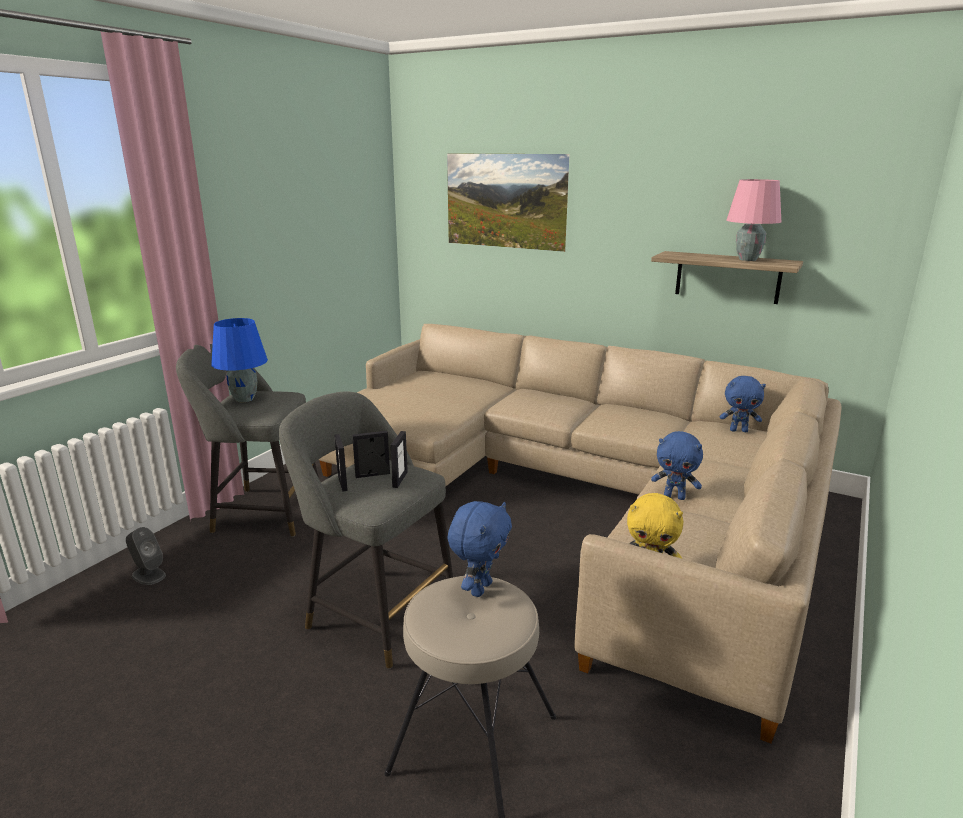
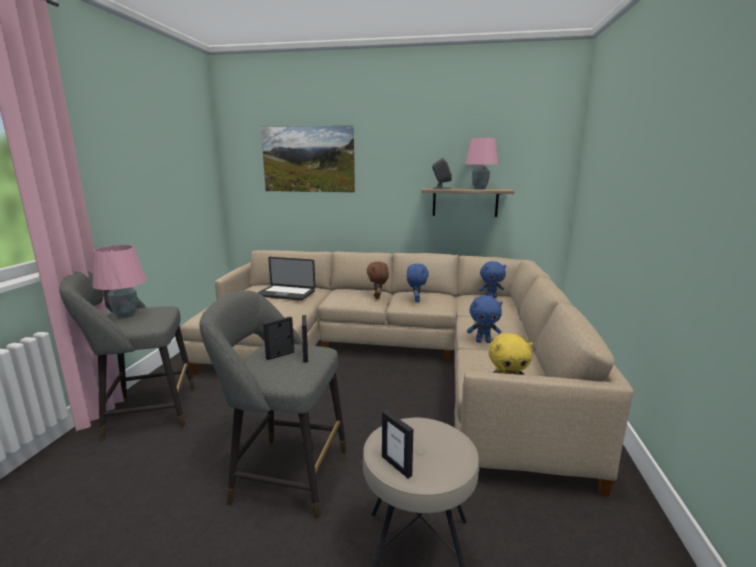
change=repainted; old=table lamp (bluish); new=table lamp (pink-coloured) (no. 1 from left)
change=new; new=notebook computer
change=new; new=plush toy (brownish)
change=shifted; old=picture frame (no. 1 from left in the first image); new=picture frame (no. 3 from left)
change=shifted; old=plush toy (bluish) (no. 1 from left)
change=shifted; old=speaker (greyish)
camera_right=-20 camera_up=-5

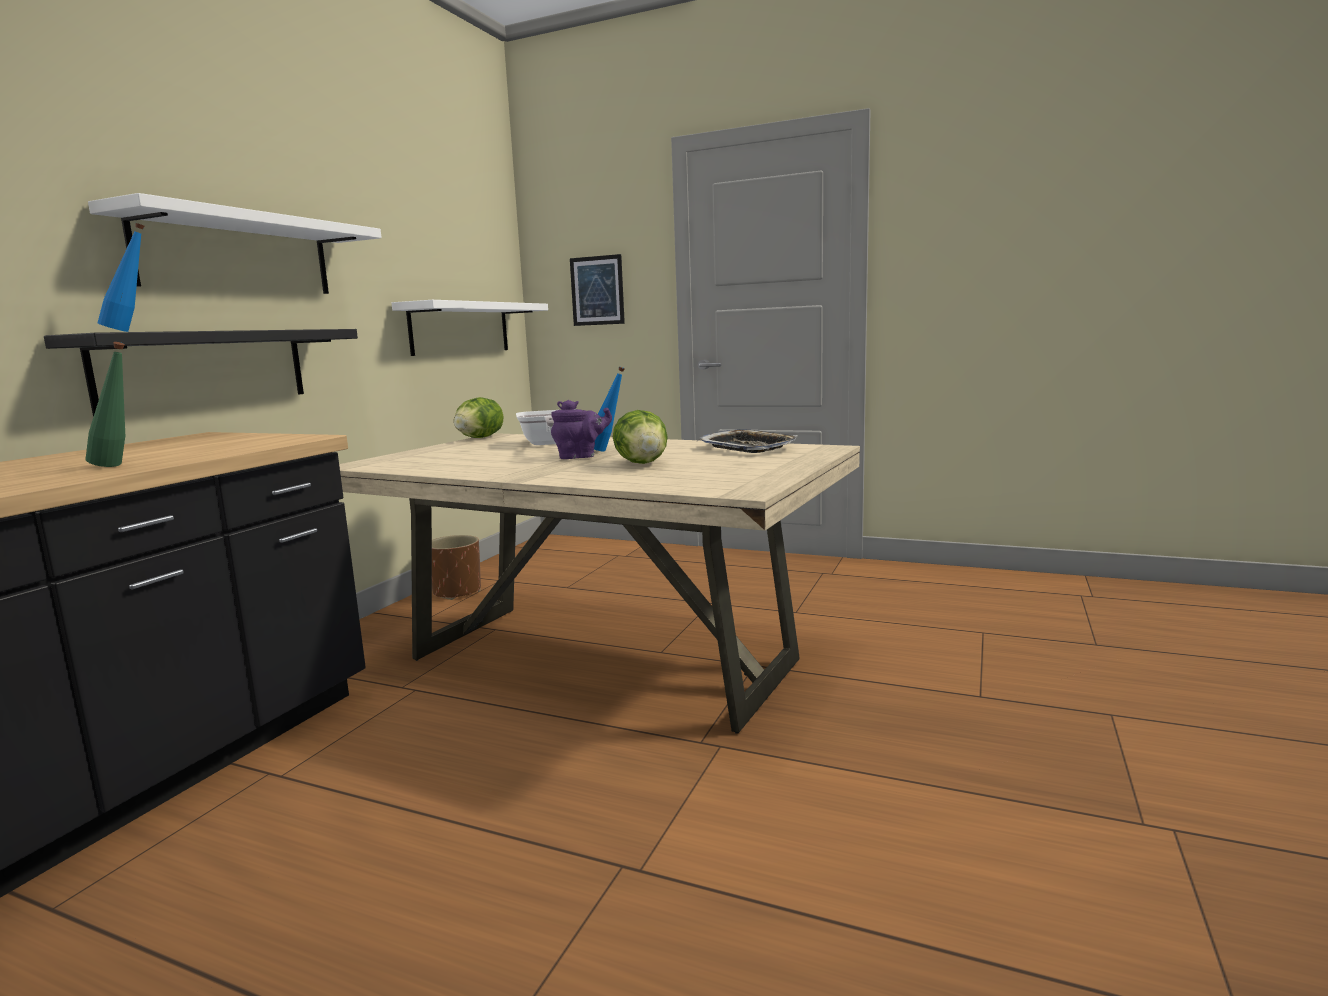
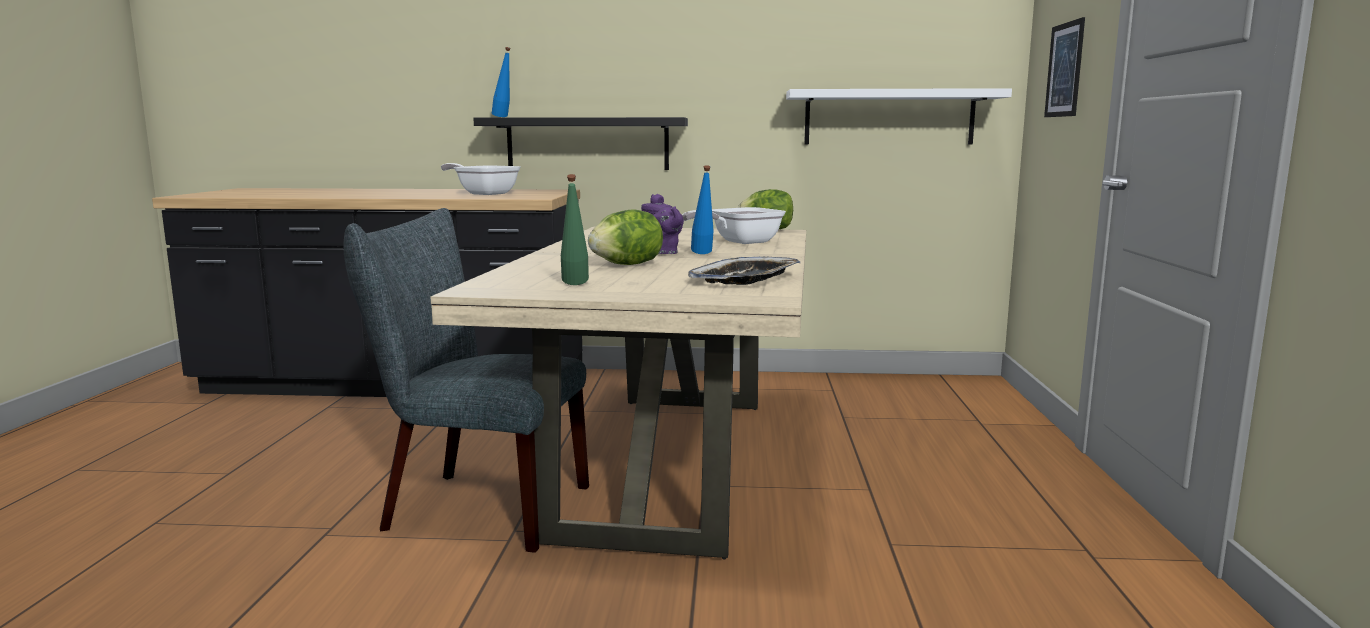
change=new; new=upright chair (greyish)
change=new; new=skillet (no. 1 from left)
change=shifted; old=bottle (green-coloured)
change=gone; old=shelf (whitish) (no. 1 from left)
change=gone; old=flower pot (brownish)
camera_right=70 camera_up=0

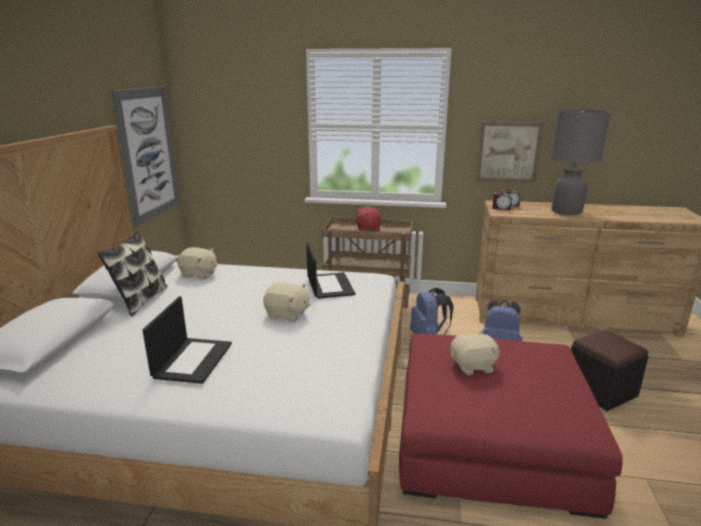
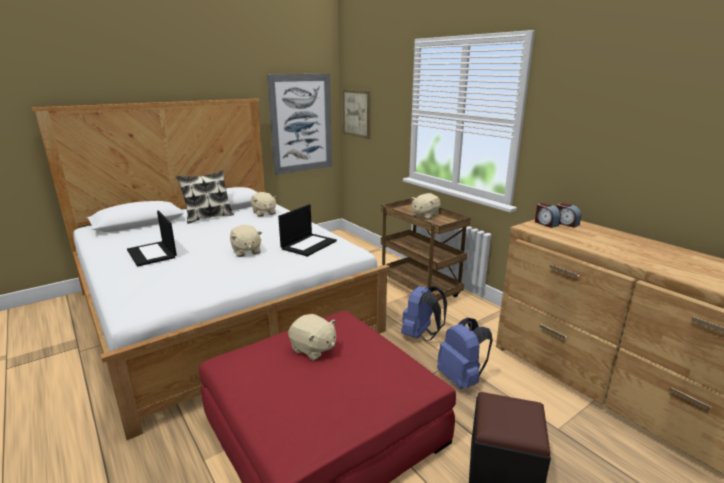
change=rotated; old=notebook computer (no. 1 from left); degrees=90
change=shifted; old=wall picture (no. 2 from left)
change=repainted; old=plush toy (red); new=plush toy (beige-coloured) (no. 4 from left)
change=gone; old=table lamp (greyish)
camera_right=45 camera_up=0

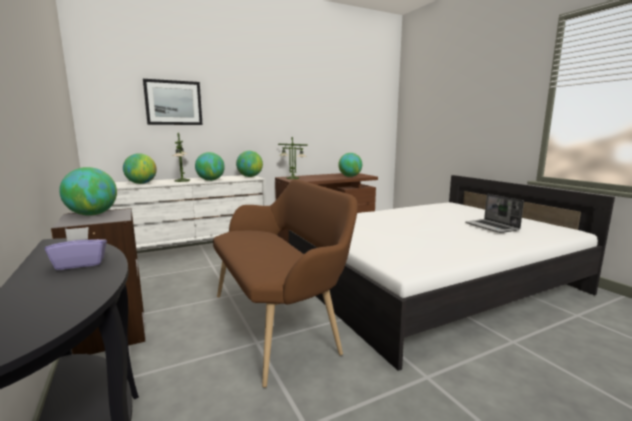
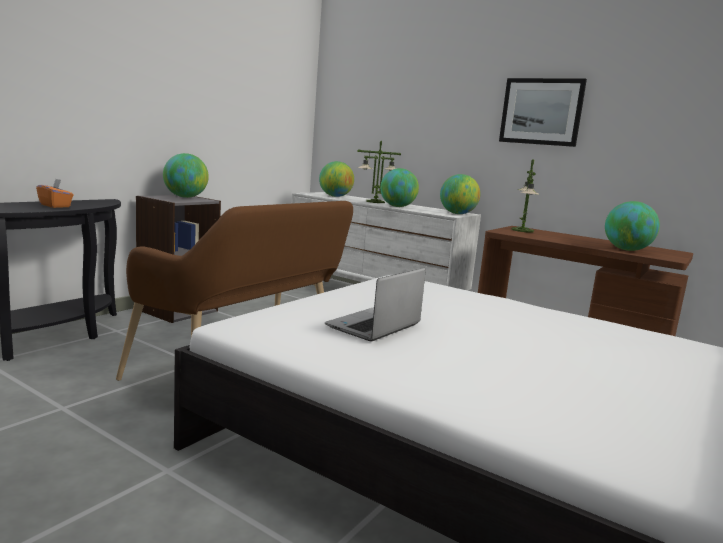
change=repainted; old=box of tissues (purple-coloured); new=box of tissues (orangey)
change=shifted; old=notebook computer
change=shifted; old=wall picture
camera_right=60 camera_up=0

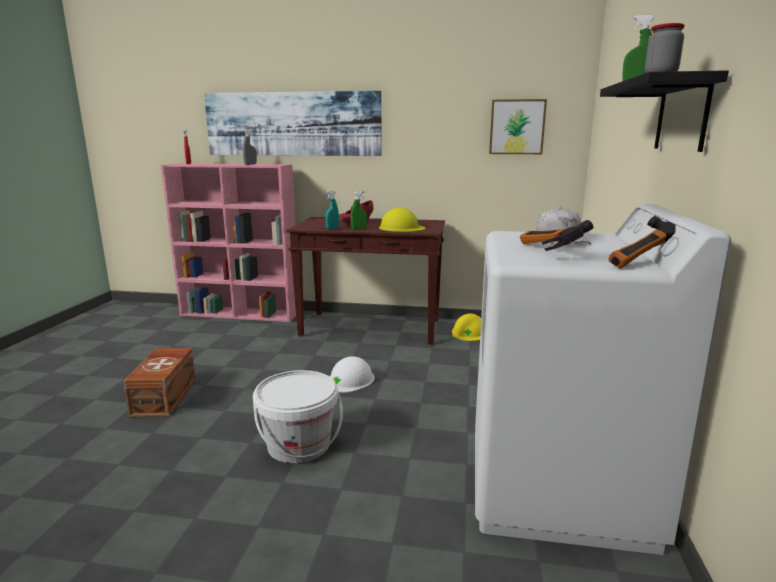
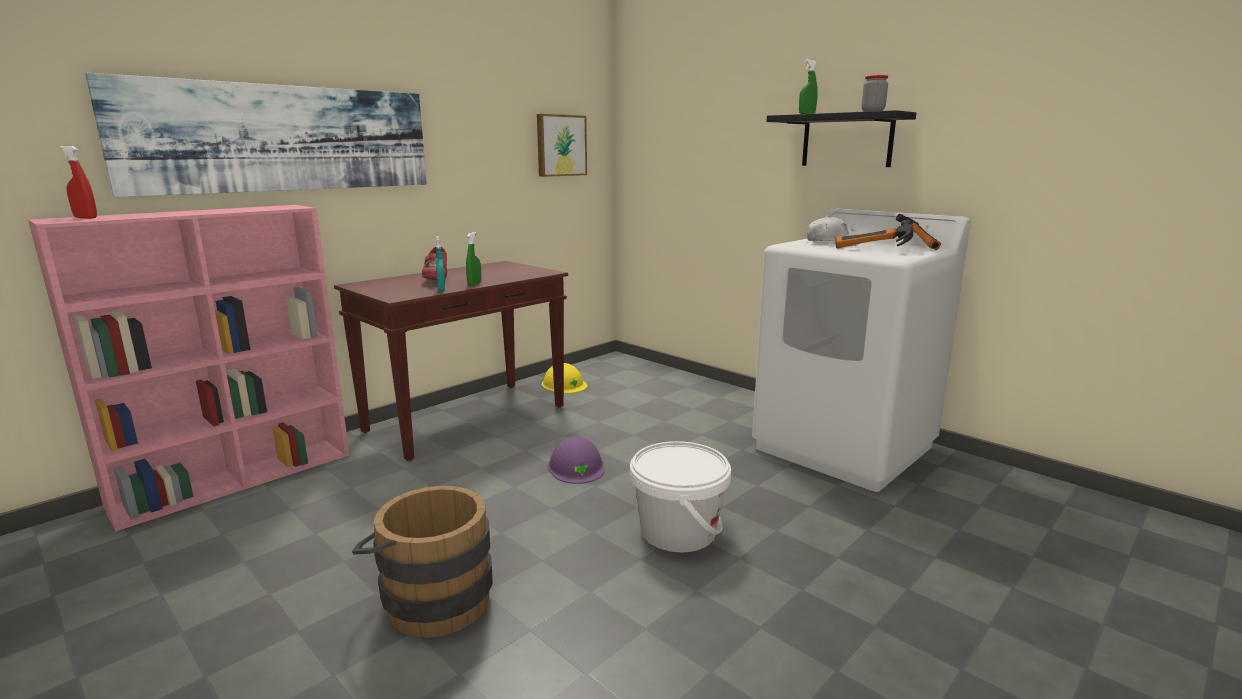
change=swapped; old=storage container (brownish); new=water bucket (brownish)
change=repainted; old=safety helmet (whitish); new=safety helmet (purple-coloured)
change=gone; old=spray bottle (greyish)
change=gone; old=safety helmet (yellow) (no. 1 from left)
camera_right=-55 camera_up=0

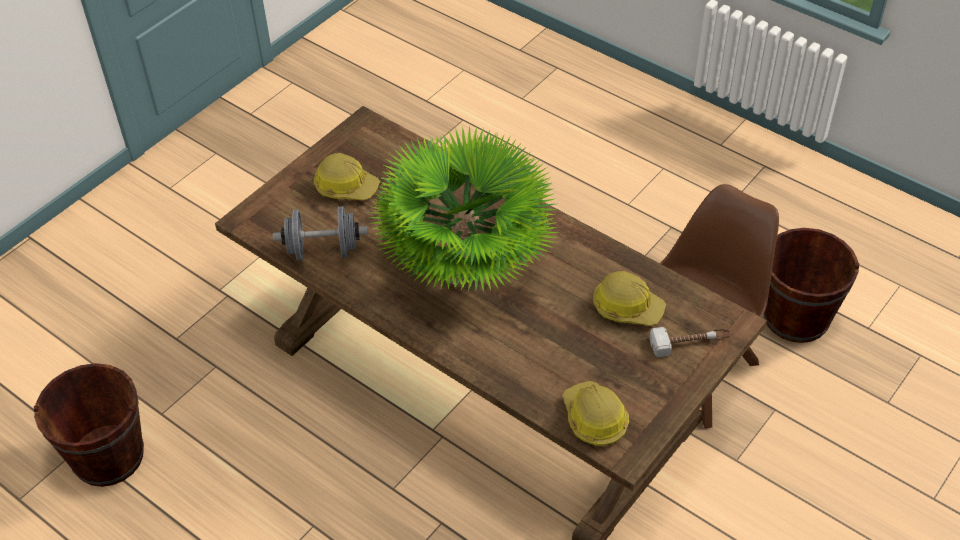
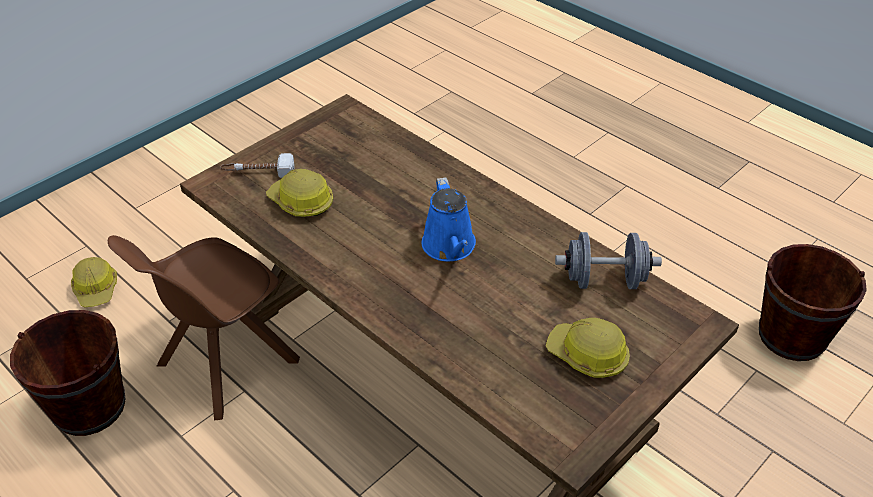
change=shifted; old=safety helmet (no. 2 from left in the first image); new=safety helmet (no. 1 from left)
change=swapped; old=plant in a pot; new=sprinkling can (bluish)
camera_right=-175 camera_up=-5

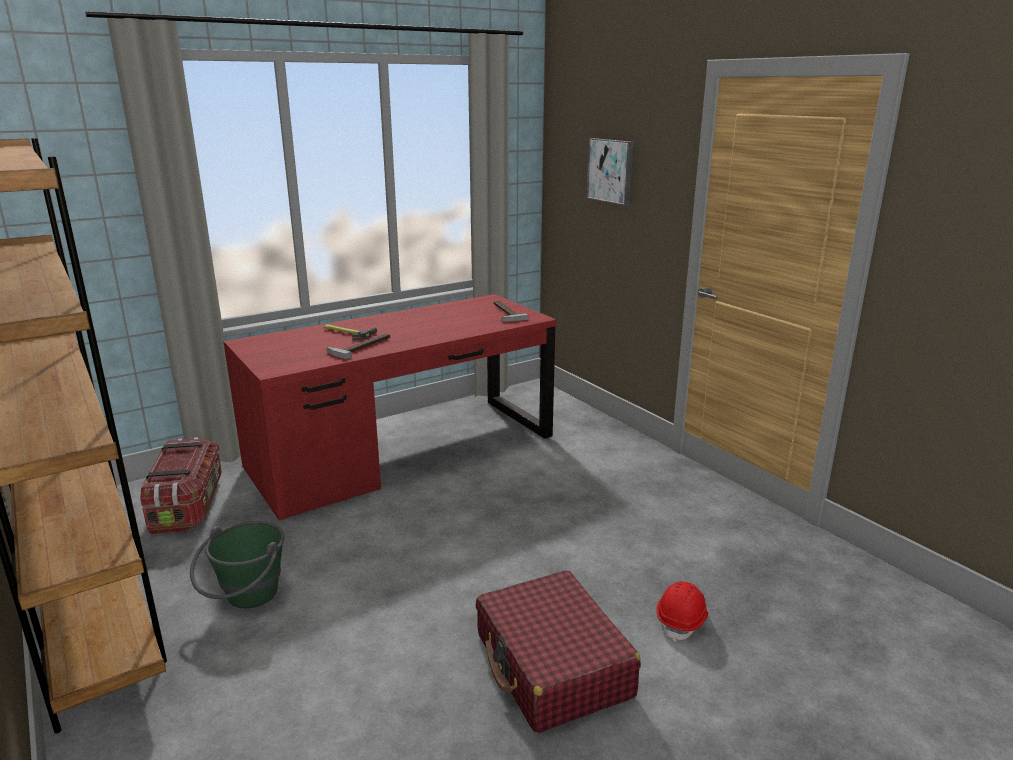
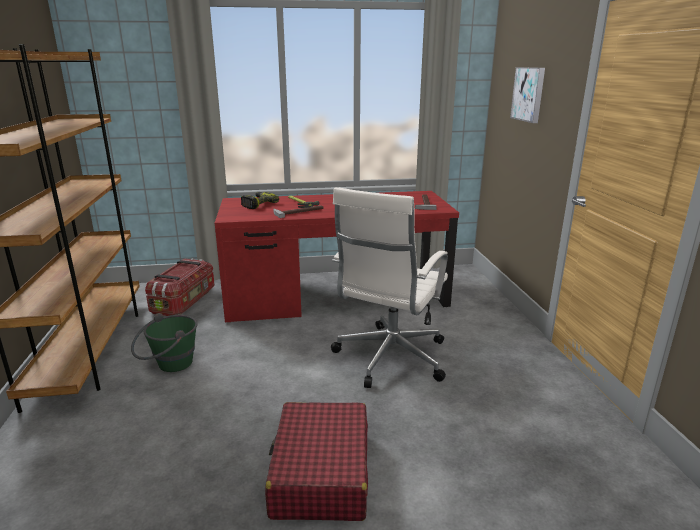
change=new; new=drill
change=new; new=office chair (whitish)
change=gone; old=safety helmet (red)
camera_right=25 camera_up=0

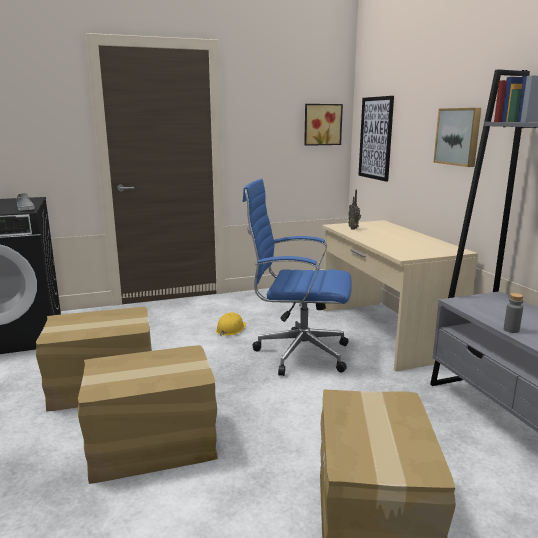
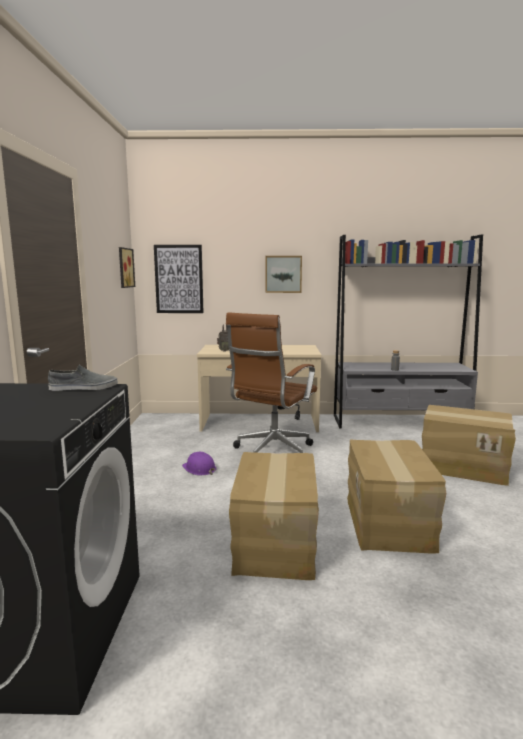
change=repainted; old=safety helmet (yellow); new=safety helmet (purple-coloured)
change=repainted; old=office chair (bluish); new=office chair (brownish)
camera_right=-70 camera_up=-5

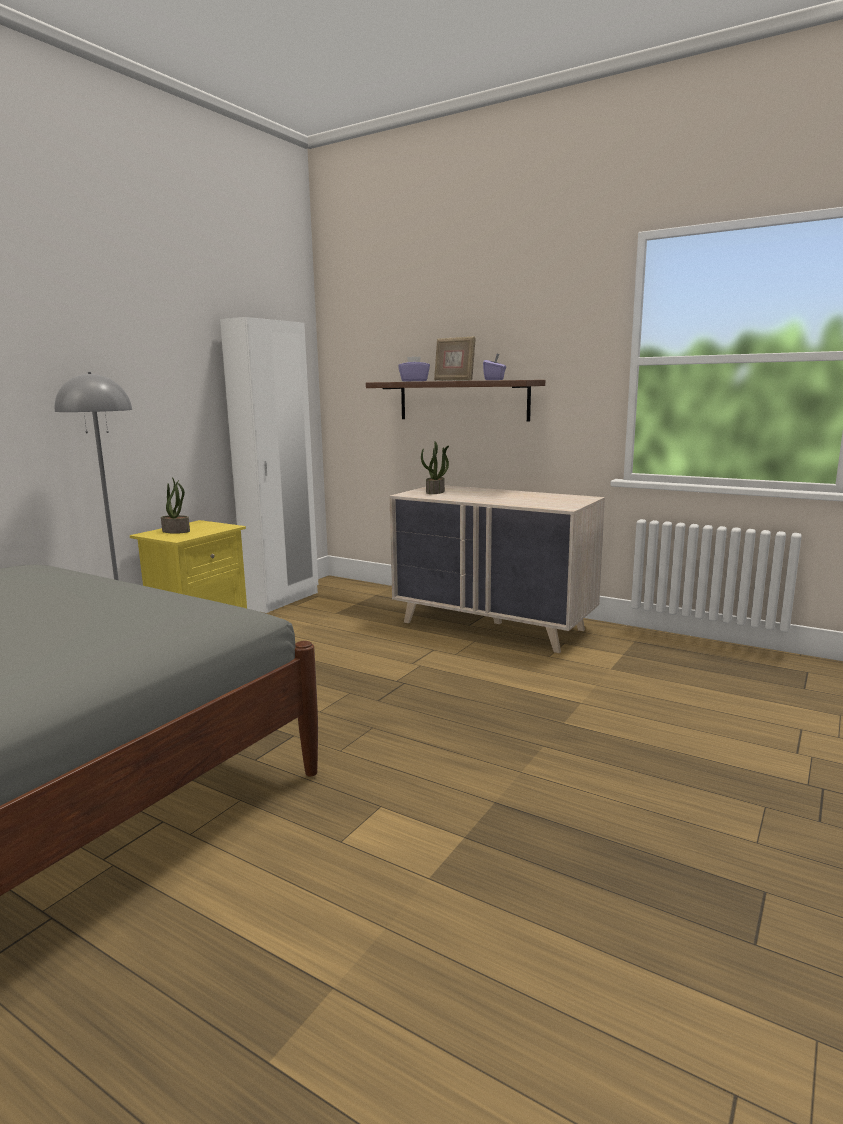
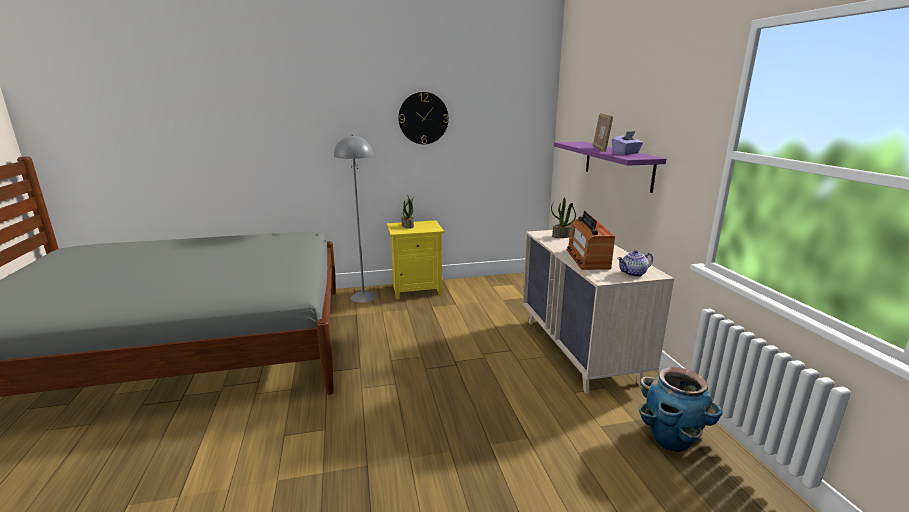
change=new; new=hanging clock
change=repainted; old=shelf (brownish); new=shelf (purple-coloured)
change=new; new=radio receiver
change=new; new=pot for tea
change=new; new=flower pot
change=gone; old=armoire (whitish)
change=gone; old=box of tissues (purple-coloured) (no. 1 from left)
camera_right=45 camera_up=5

